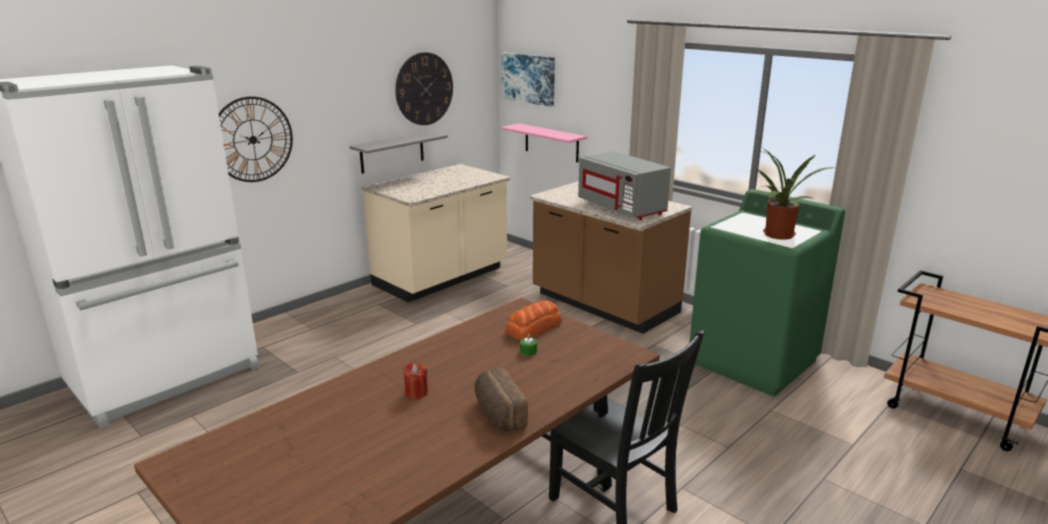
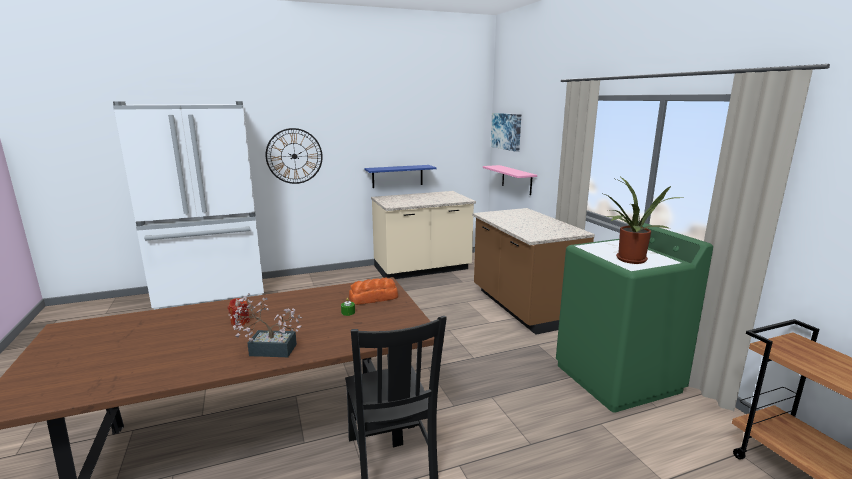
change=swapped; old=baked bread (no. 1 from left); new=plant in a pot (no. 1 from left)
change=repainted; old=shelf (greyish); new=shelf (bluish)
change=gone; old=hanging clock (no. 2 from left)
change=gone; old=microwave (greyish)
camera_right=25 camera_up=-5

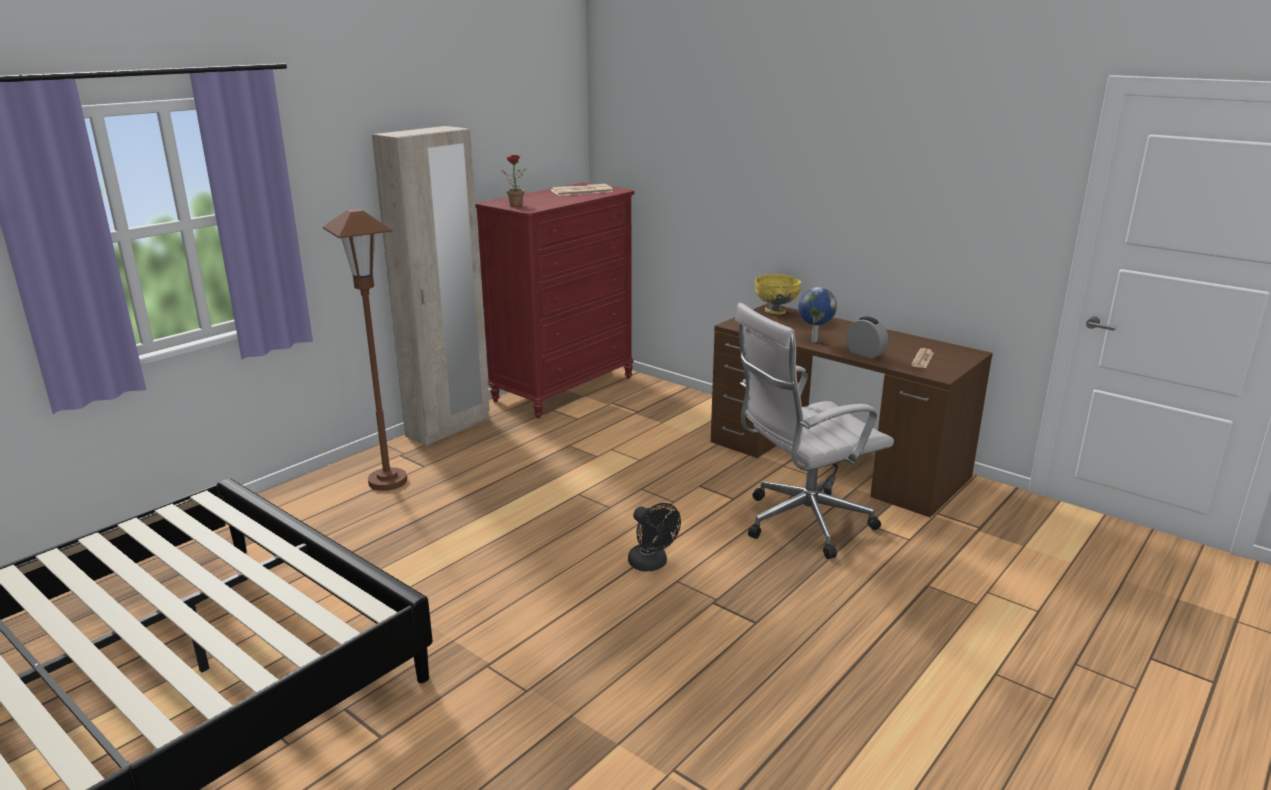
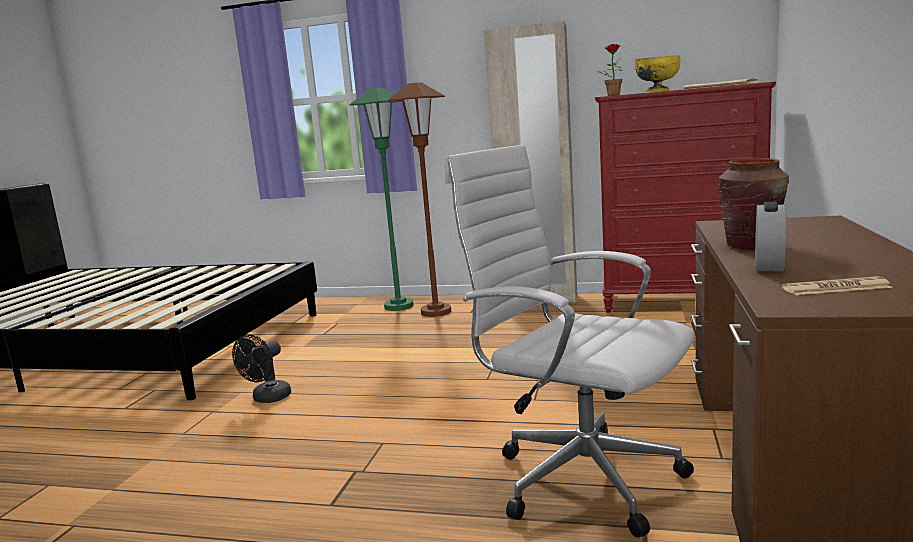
change=shifted; old=electric fan (blackish)
change=new; new=standard lamp (green-coloured)
change=shifted; old=deep dish (yellow)
change=swapped; old=globe; new=flower vase (brownish)
camera_right=65 camera_up=-10

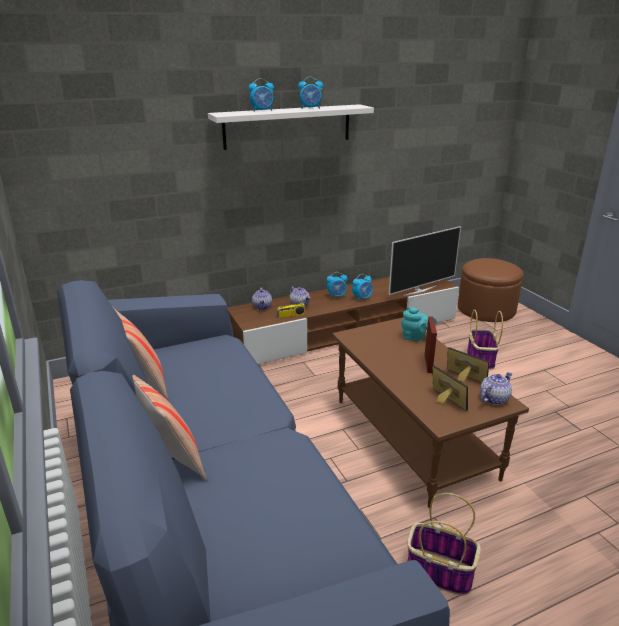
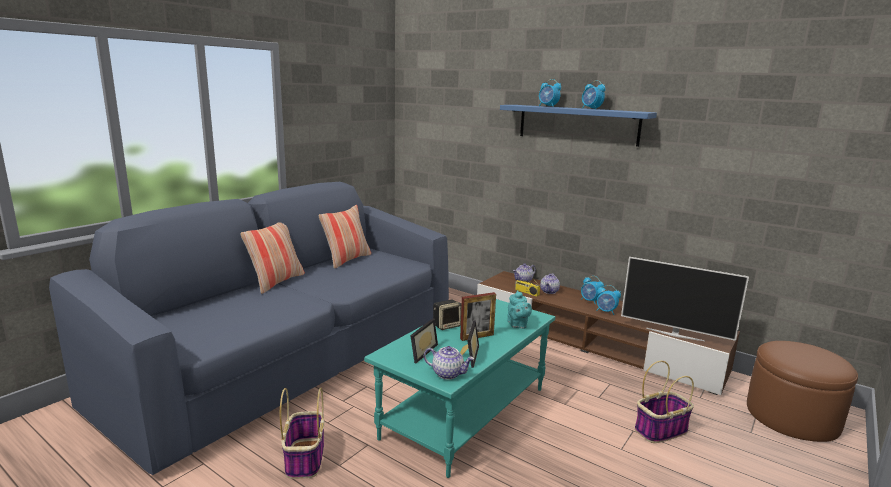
change=repainted; old=coffee table (brownish); new=coffee table (turquoise)
change=new; new=speaker
change=repainted; old=shelf (whitish); new=shelf (bluish)
camera_right=60 camera_up=-10

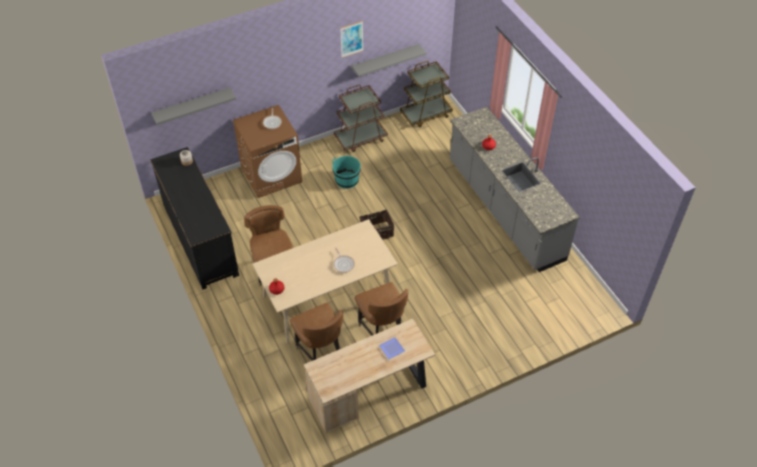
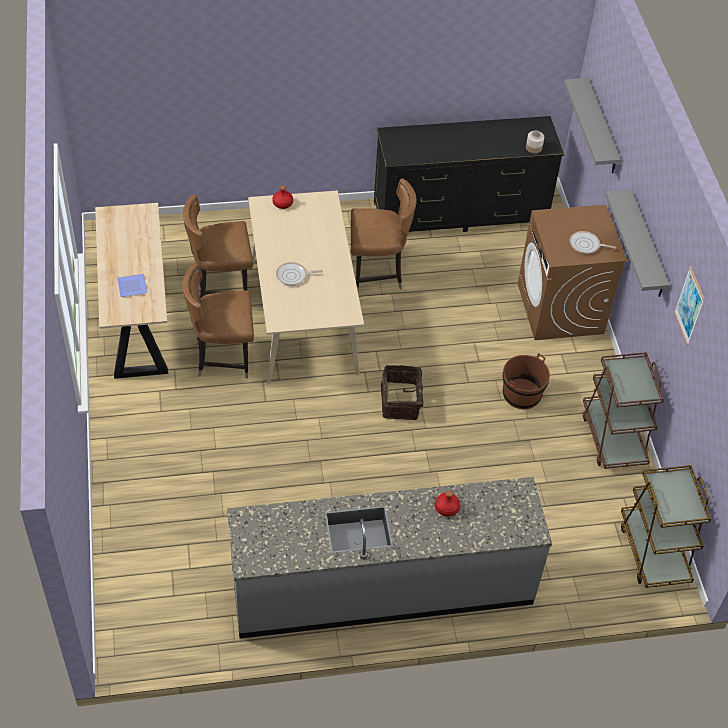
change=repainted; old=water bucket (turquoise); new=water bucket (brownish)
change=shifted; old=shelf (greyish) (no. 2 from left)
camera_right=105 camera_up=0

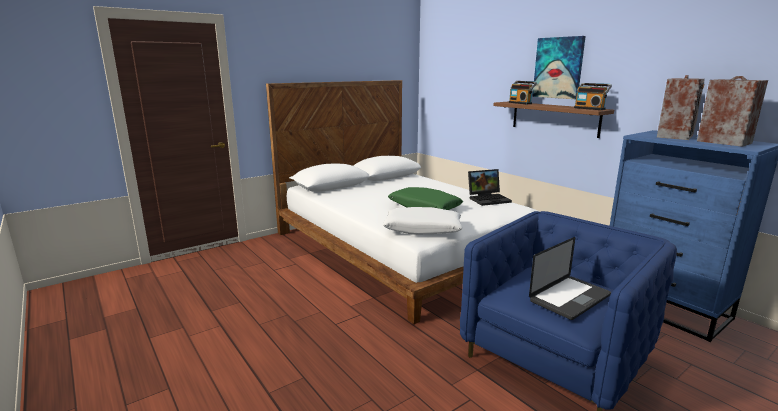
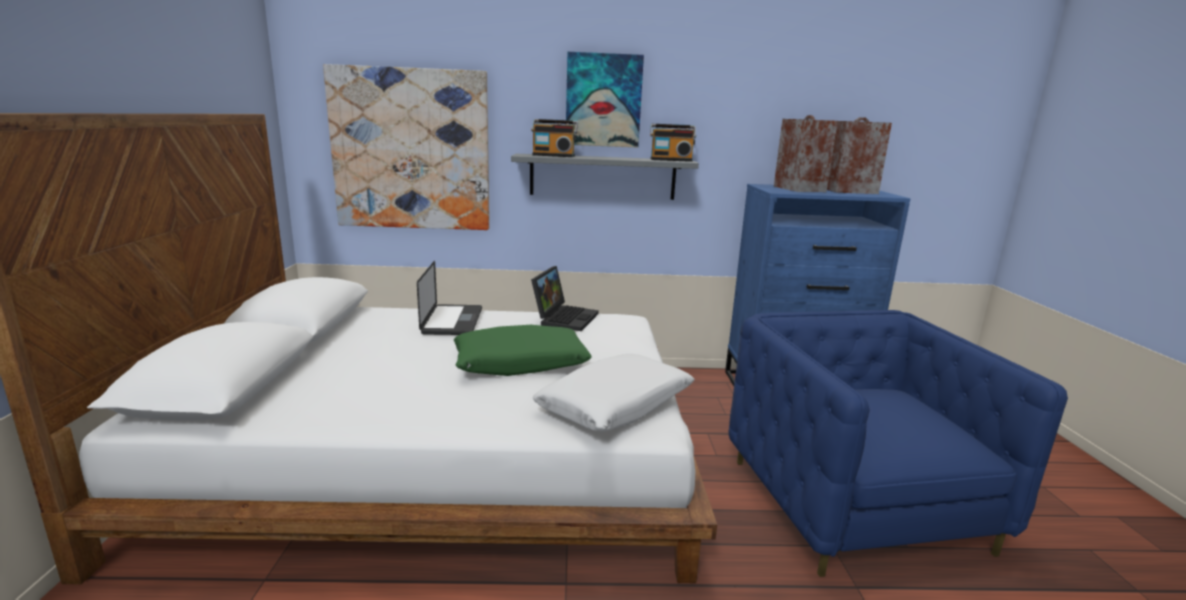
change=new; new=wall picture (no. 1 from left)
change=shifted; old=notebook computer (no. 2 from left in the first image); new=notebook computer (no. 1 from left)
change=repainted; old=shelf (brownish); new=shelf (greyish)
camera_right=-55 camera_up=0

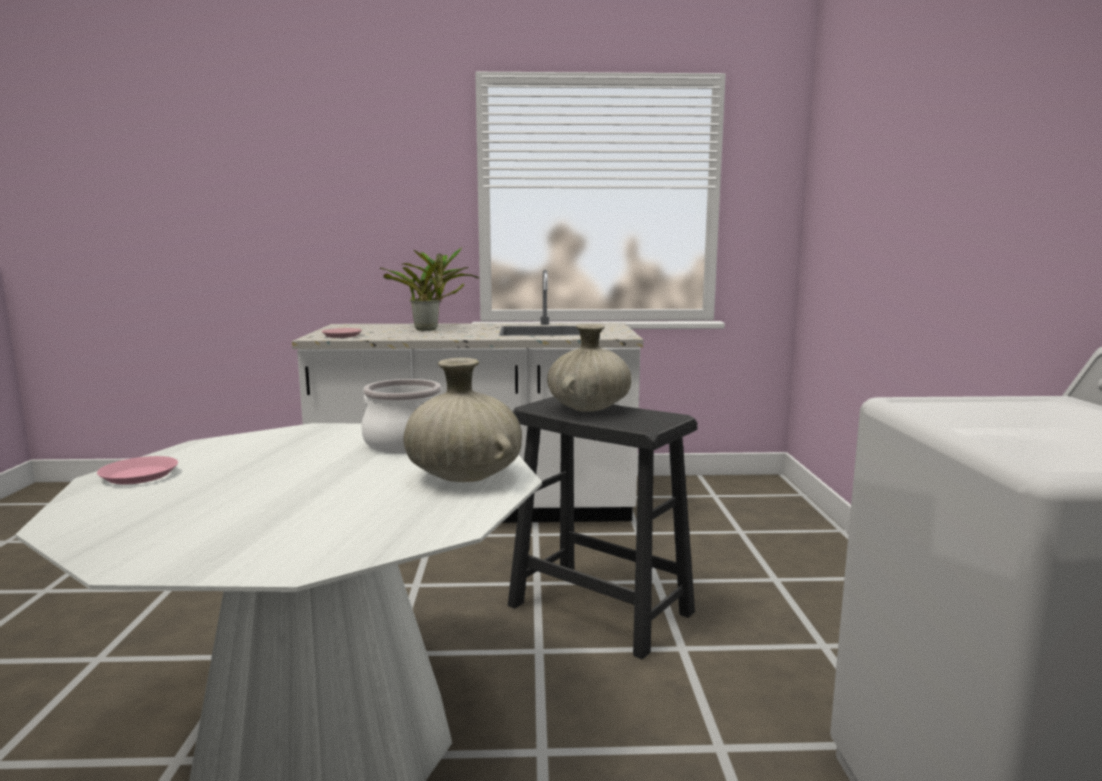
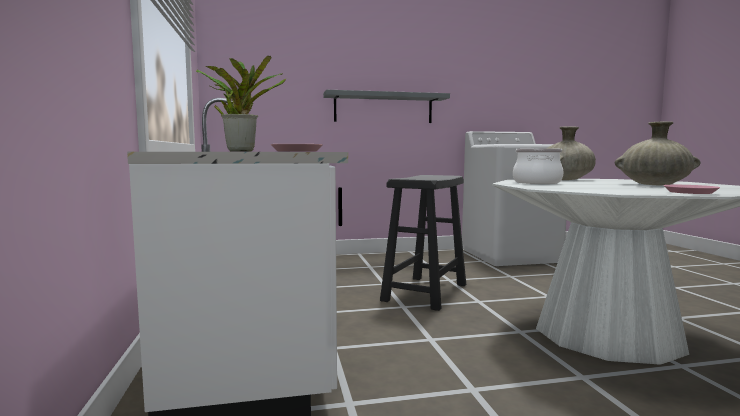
change=new; new=shelf (greyish)
change=shifted; old=flower vase (beige-coloured) (no. 2 from left)
camera_right=-100 camera_up=-5

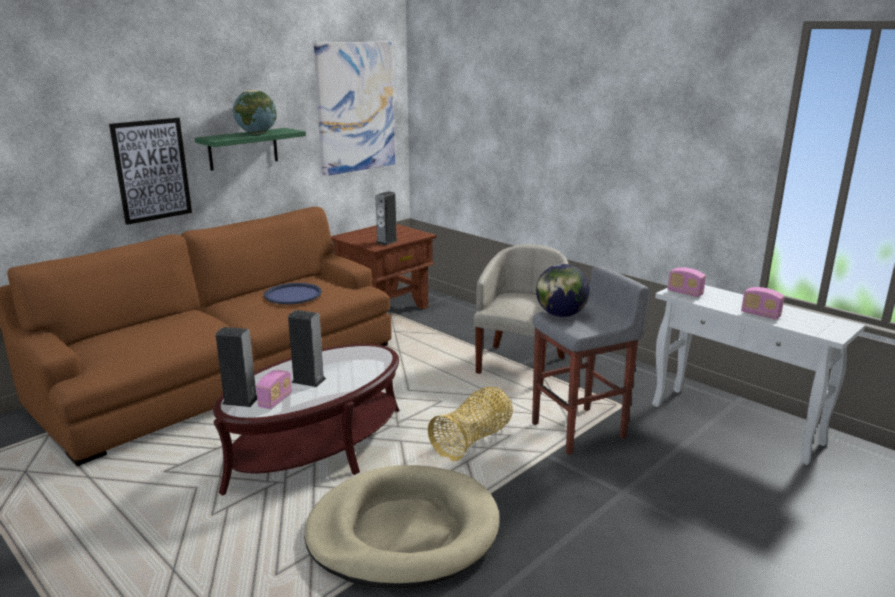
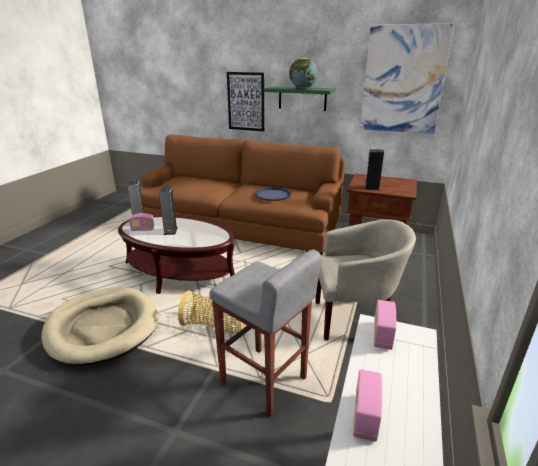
change=gone; old=globe (no. 2 from left)
camera_right=65 camera_up=5

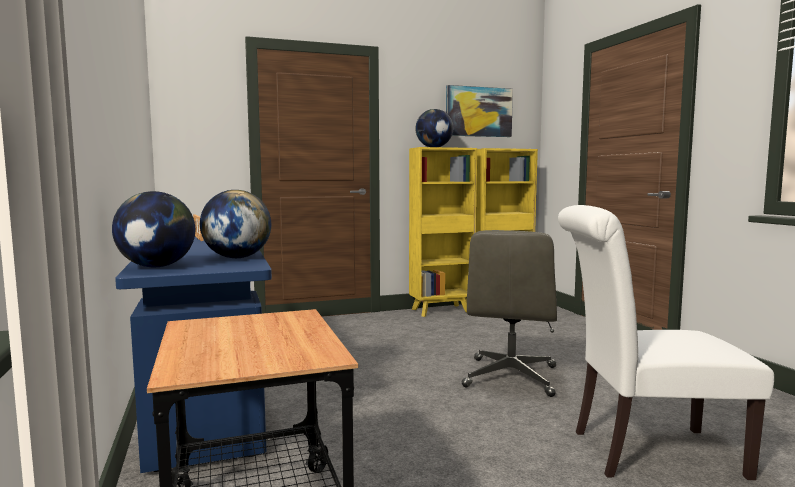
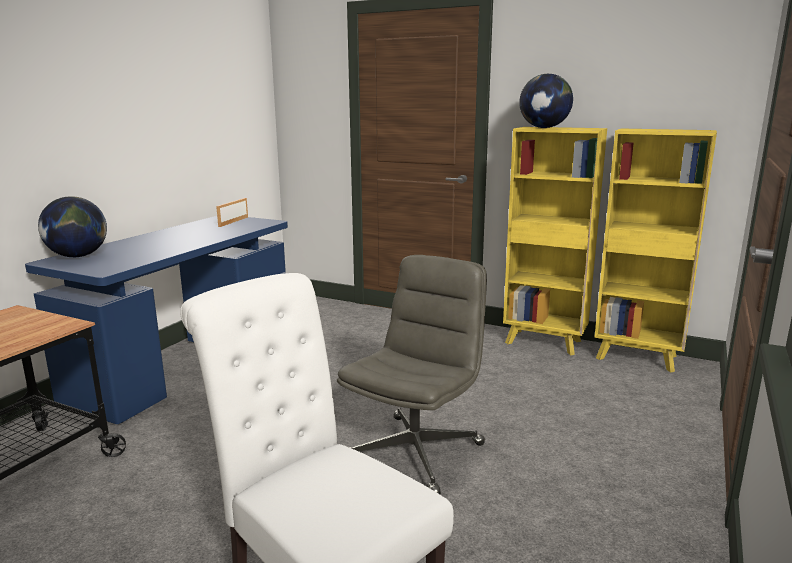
change=rotated; old=office chair (greyish); degrees=150
change=gone; old=globe (no. 2 from left)
change=gone; old=wall picture
camera_right=45 camera_up=10

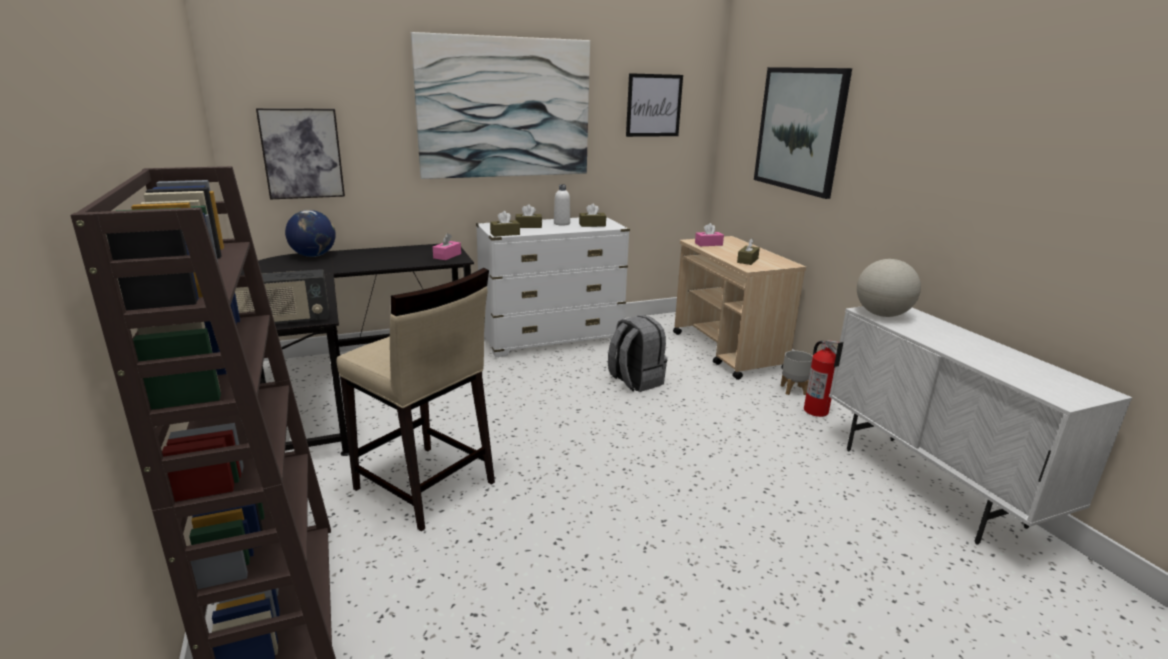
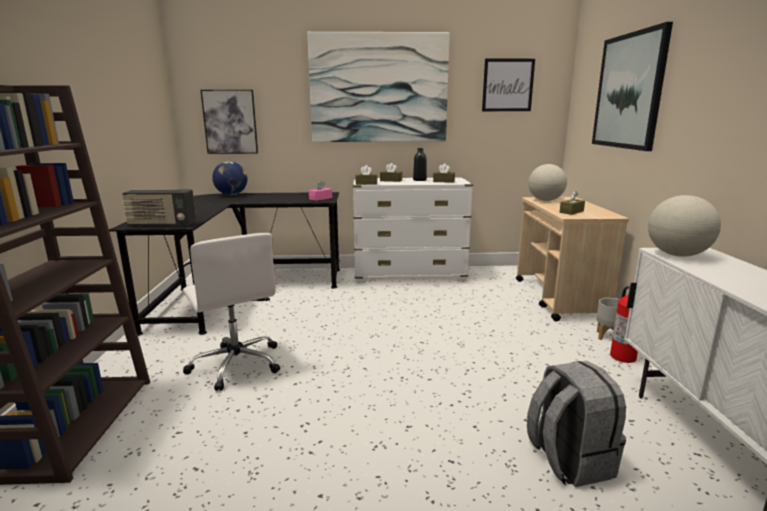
change=swapped; old=stool seat (beige-coloured); new=office chair (whitish)
change=repainted; old=bottle (whitish); new=bottle (blackish)
change=shifted; old=backpack (greyish)
change=swapped; old=box of tissues (pink-coloured) (no. 2 from left); new=globe (no. 2 from left)
camera_right=20 camera_up=-5

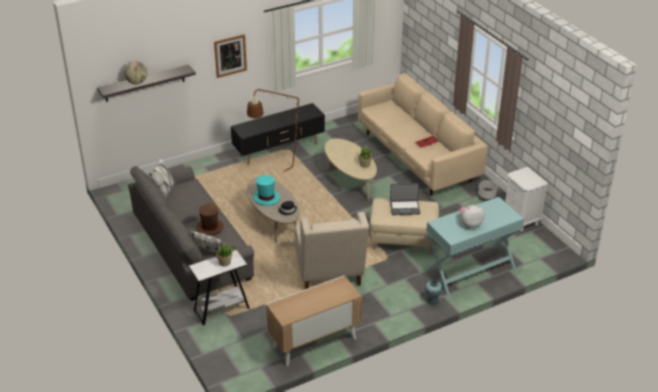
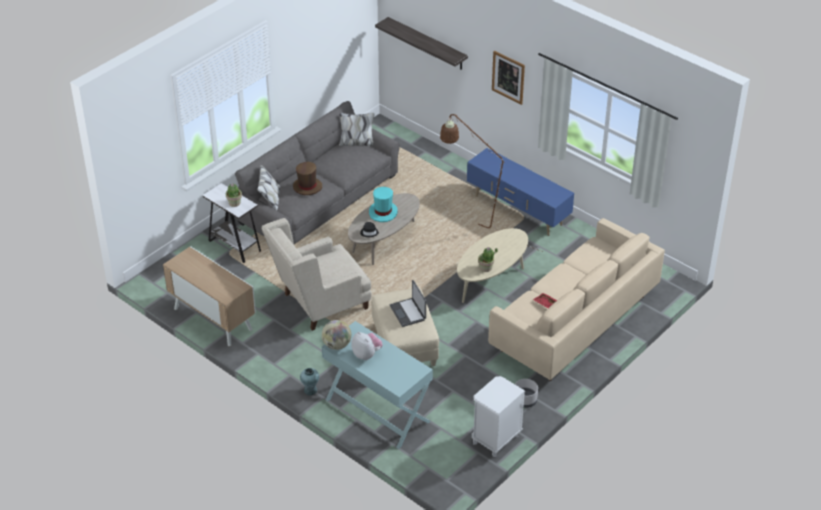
change=shifted; old=globe
change=repainted; old=media console (blackish); new=media console (bluish)
camera_right=70 camera_up=5

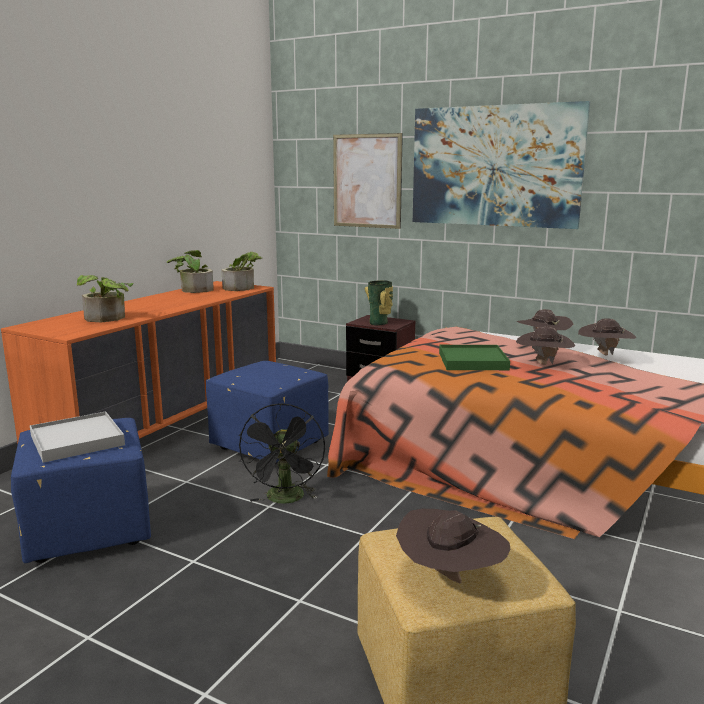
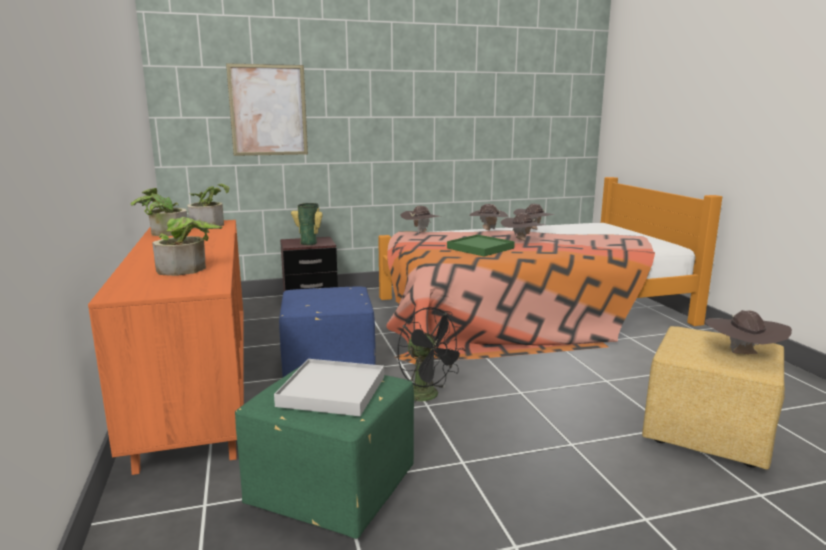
change=repainted; old=footrest (bluish) (no. 1 from left); new=footrest (green-coloured)
change=new; new=wearable hat (brownish) (no. 1 from left)
change=gone; old=wall picture (no. 2 from left)
camera_right=-45 camera_up=0

